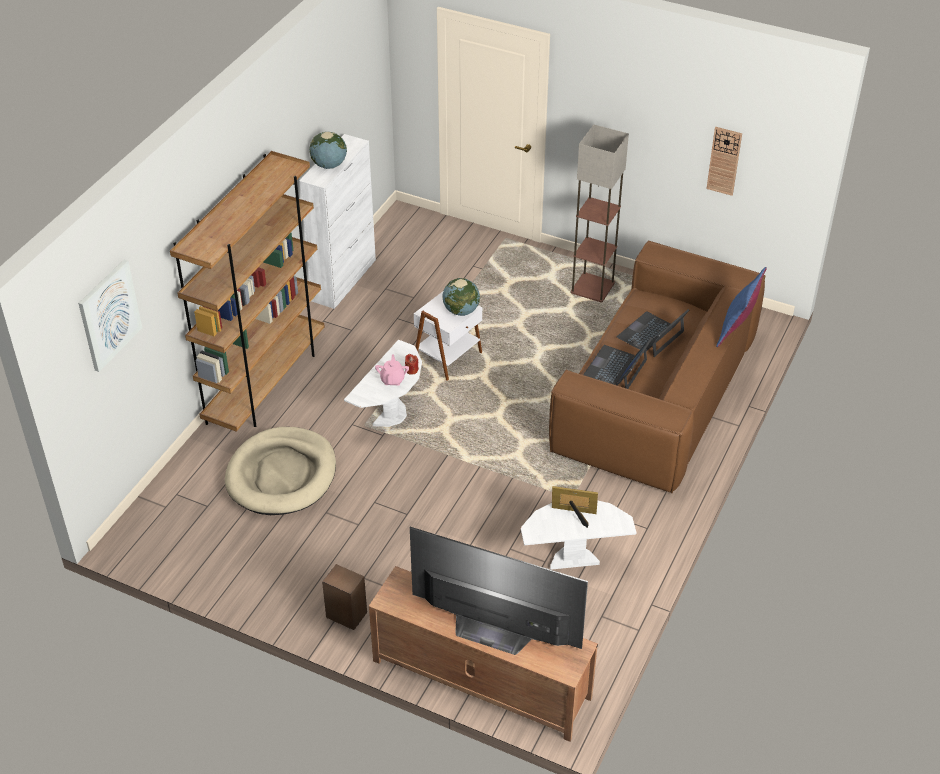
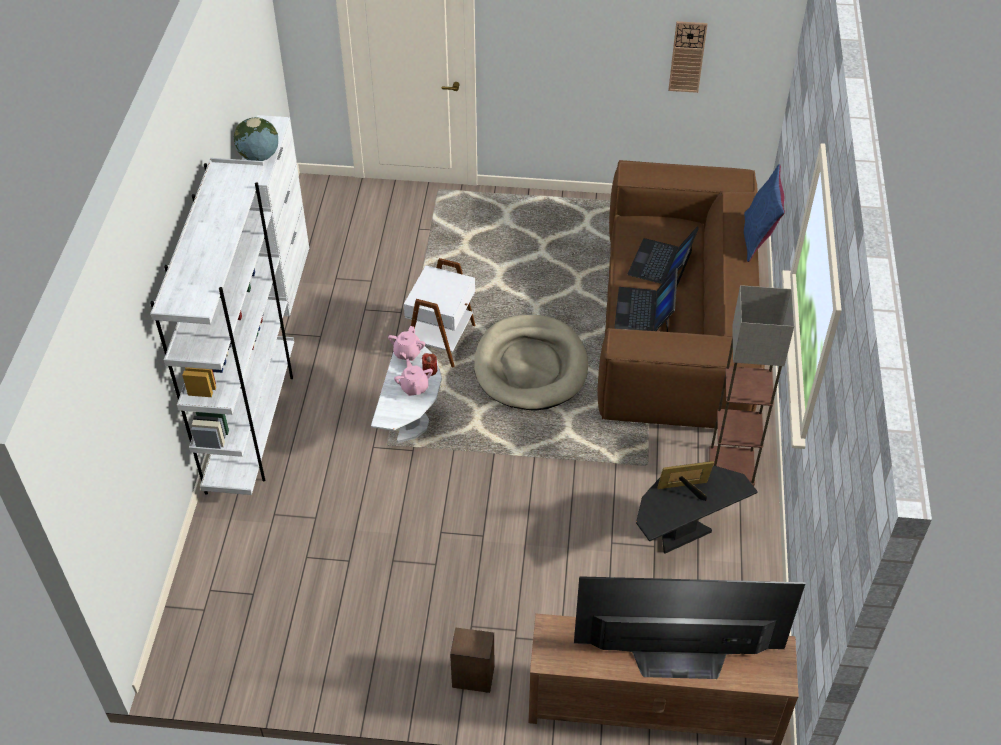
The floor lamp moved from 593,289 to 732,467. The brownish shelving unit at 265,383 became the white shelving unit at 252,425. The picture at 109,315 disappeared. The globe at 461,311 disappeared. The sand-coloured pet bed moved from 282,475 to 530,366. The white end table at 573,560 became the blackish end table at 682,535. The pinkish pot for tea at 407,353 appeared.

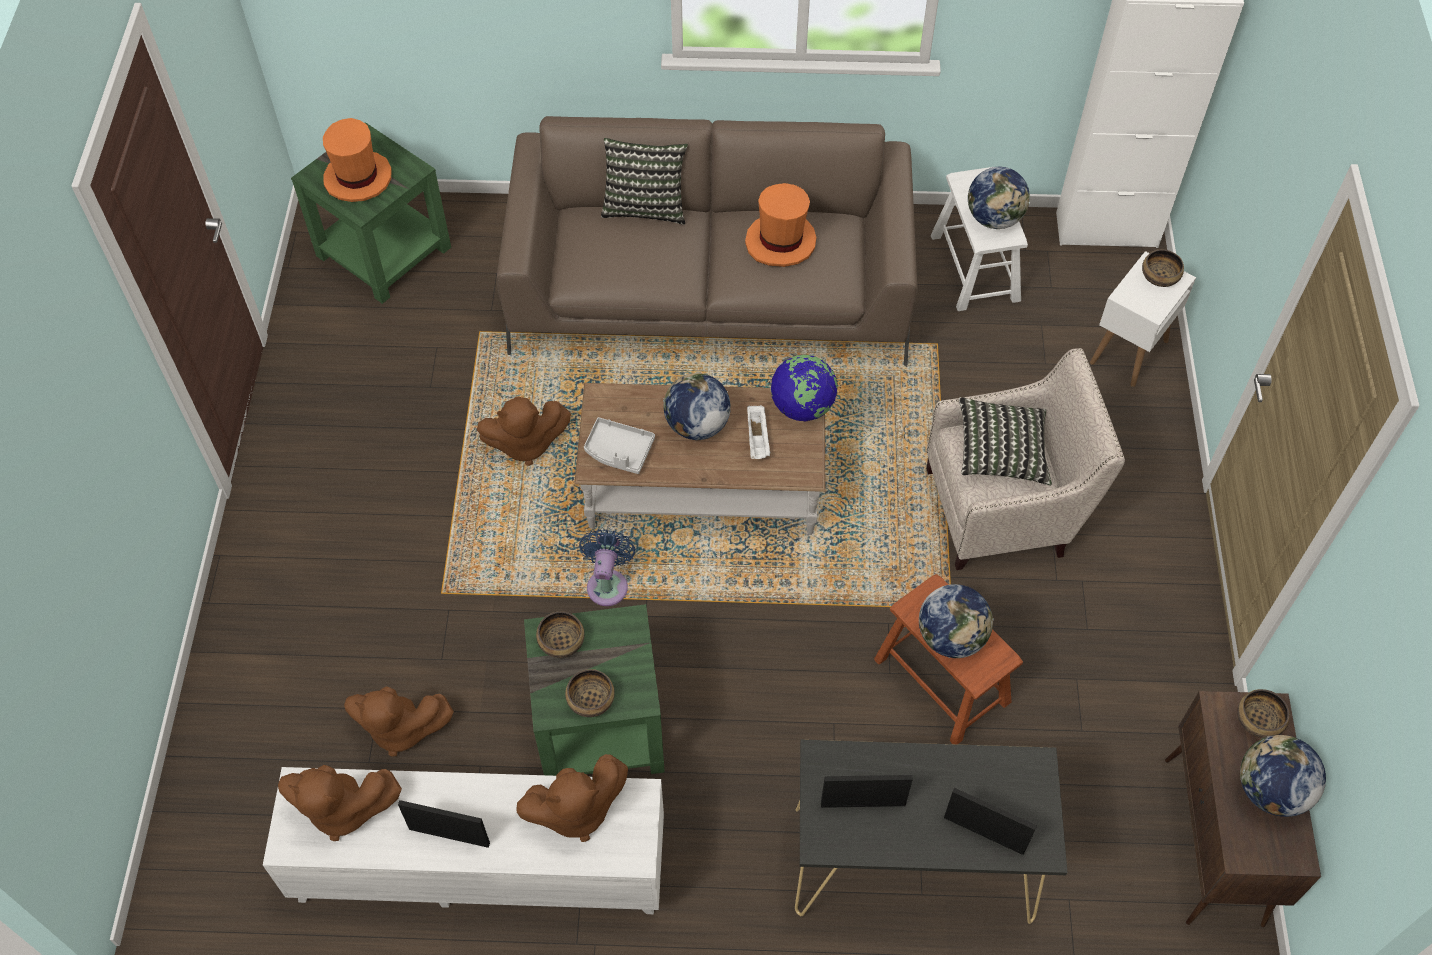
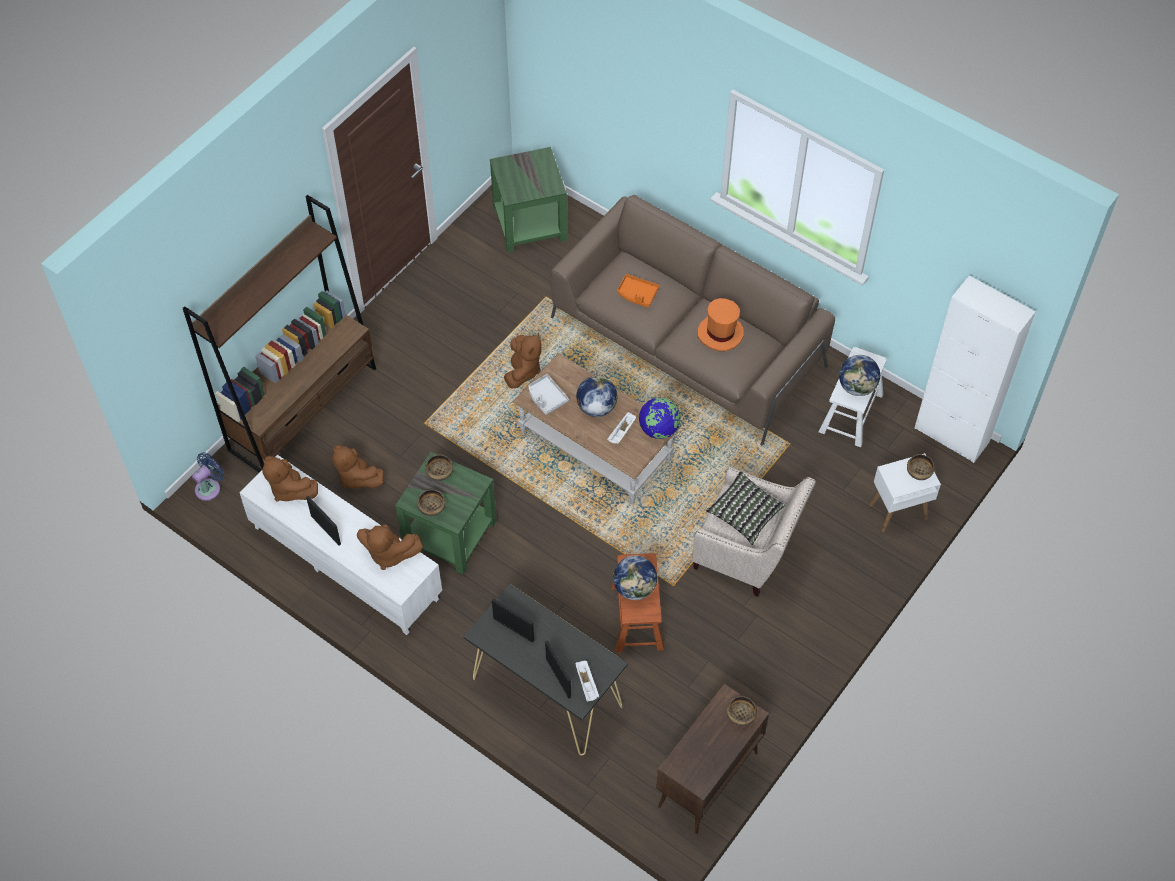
The orange wearable hat at 358,178 disappeared. The throw pillow at 645,206 disappeared. The brownish cuddly toy at 525,444 turned 105 degrees counterclockwise. The bluish cooling fan moved from 608,583 to 210,487. The globe at 1270,791 disappeared. The brownish shelving unit at 303,408 appeared. The orange tray at 637,294 appeared. The white tray at 587,684 appeared.

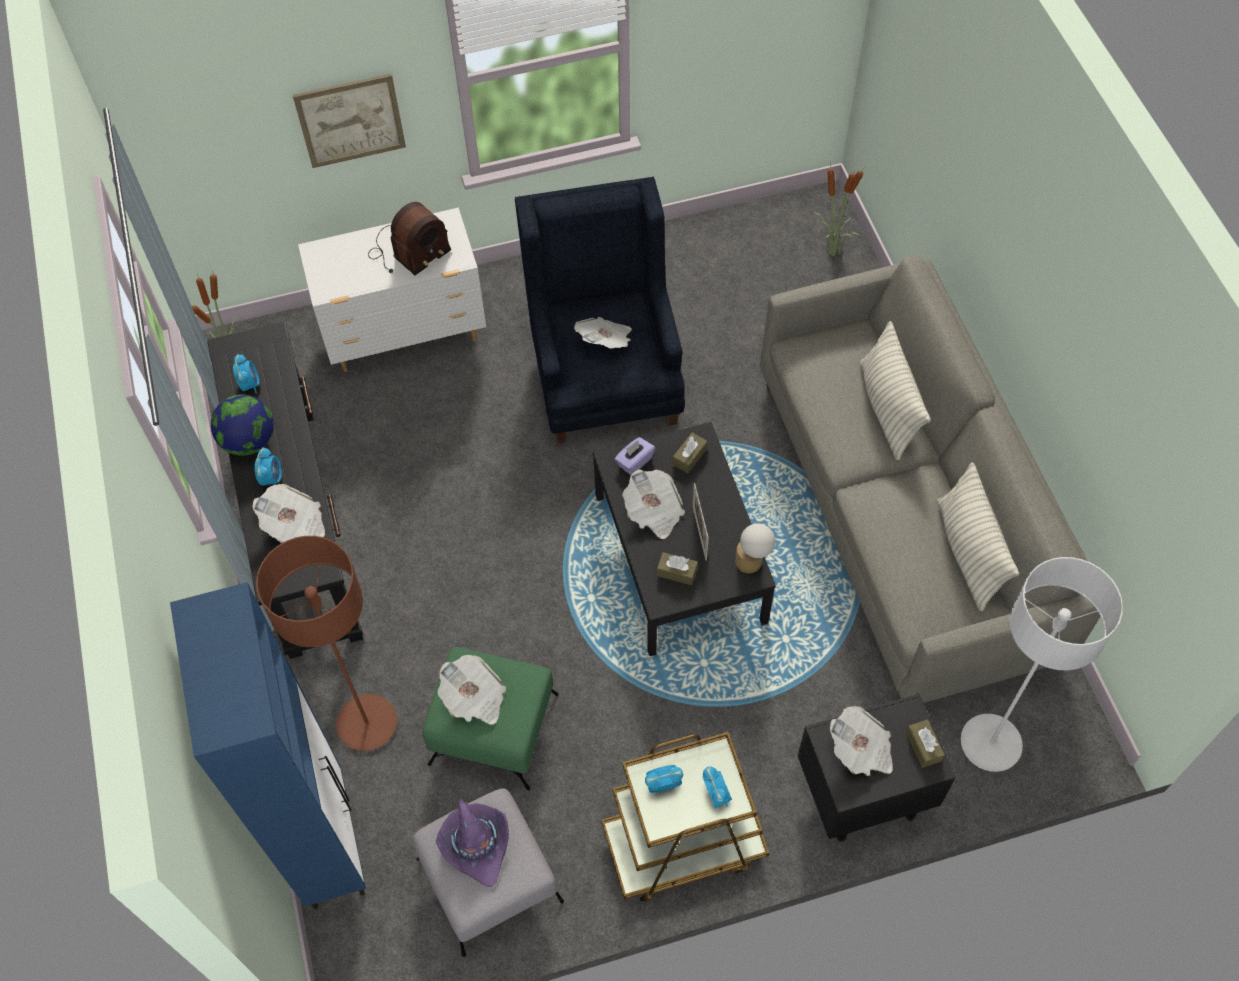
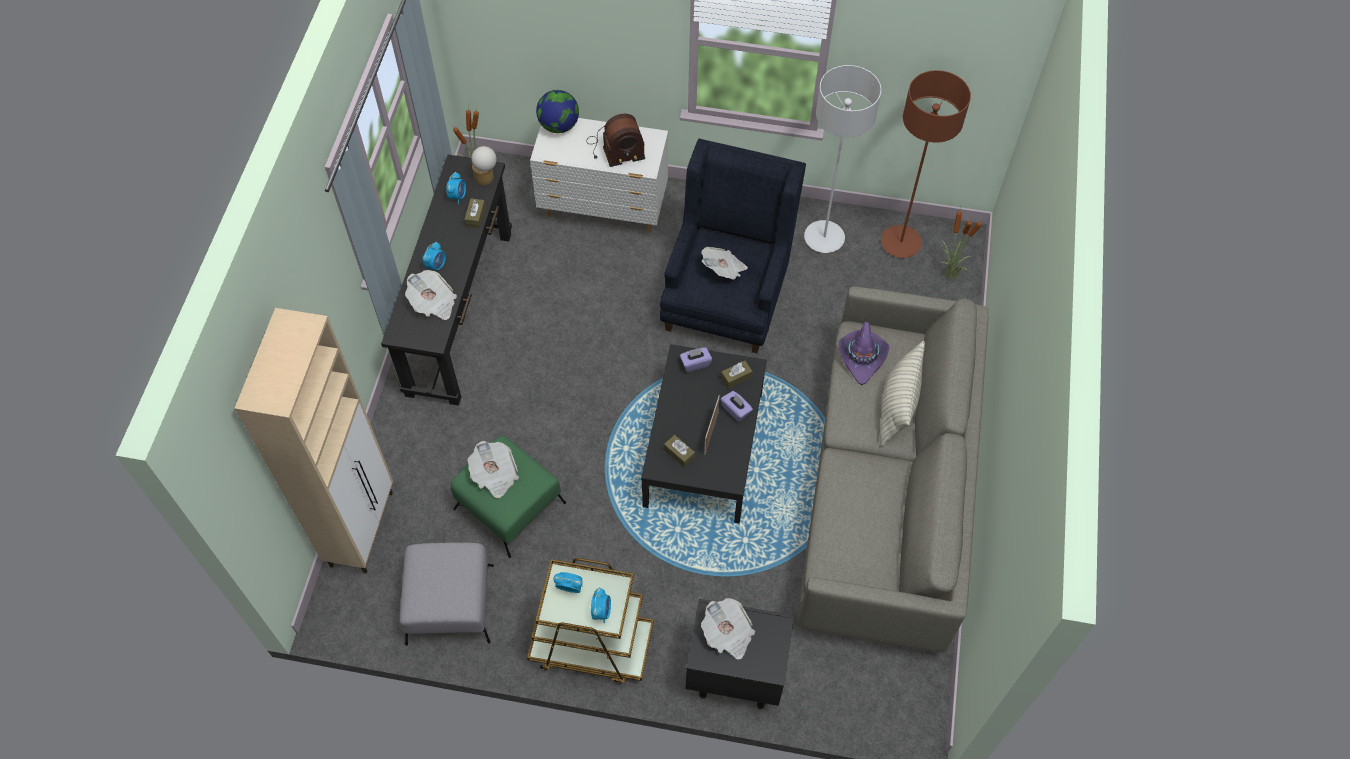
The picture at 350,120 disappeared. The globe moved from 249,441 to 559,126. The throw pillow at 968,553 disappeared. The printed paper at 653,512 disappeared. The tabletop lamp moved from 753,562 to 486,179. The brownish floor lamp moved from 367,723 to 900,243. The greyish floor lamp moved from 990,743 to 824,238. The bluish cupboard at 328,841 became the sand-coloured cupboard at 362,528. The brownish tissue holder moved from 923,746 to 475,216. The purple-coloured wearable hat moved from 476,844 to 862,357. The purple-coloured tissue holder at 736,410 appeared.

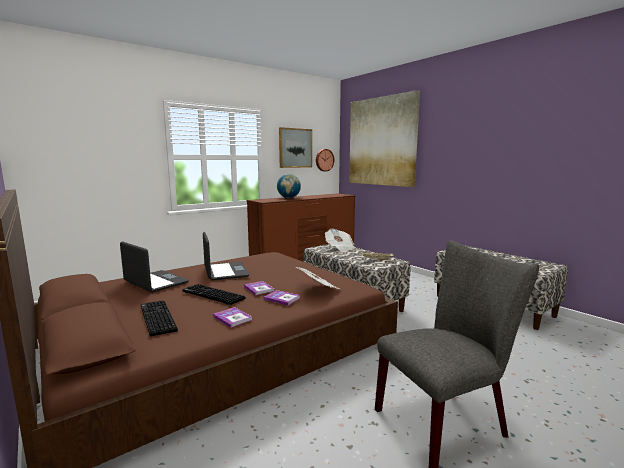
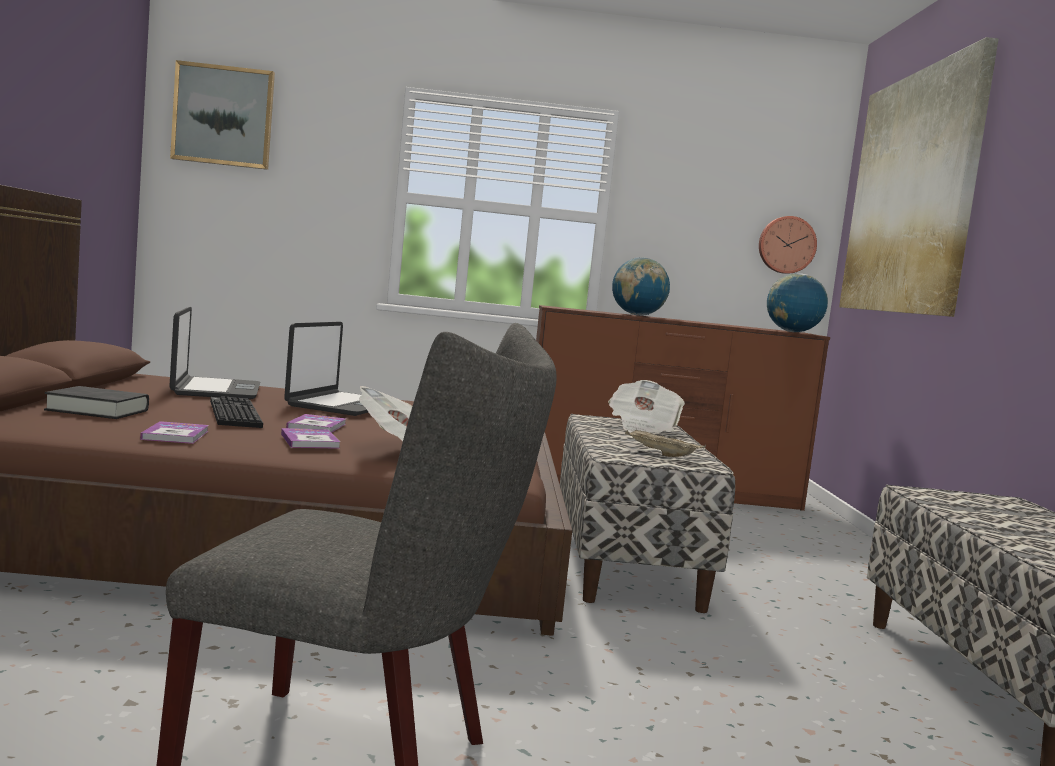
The picture moved from 295,148 to 223,116. The keyboard at 156,318 was replaced by the blackish volume at 97,410. The globe at 792,332 appeared.

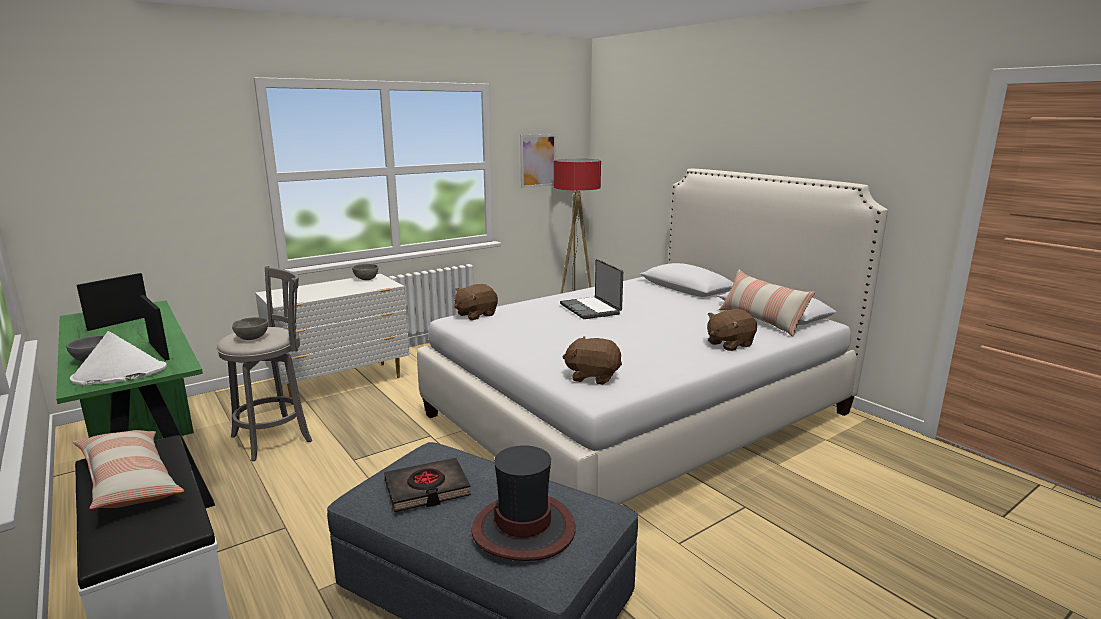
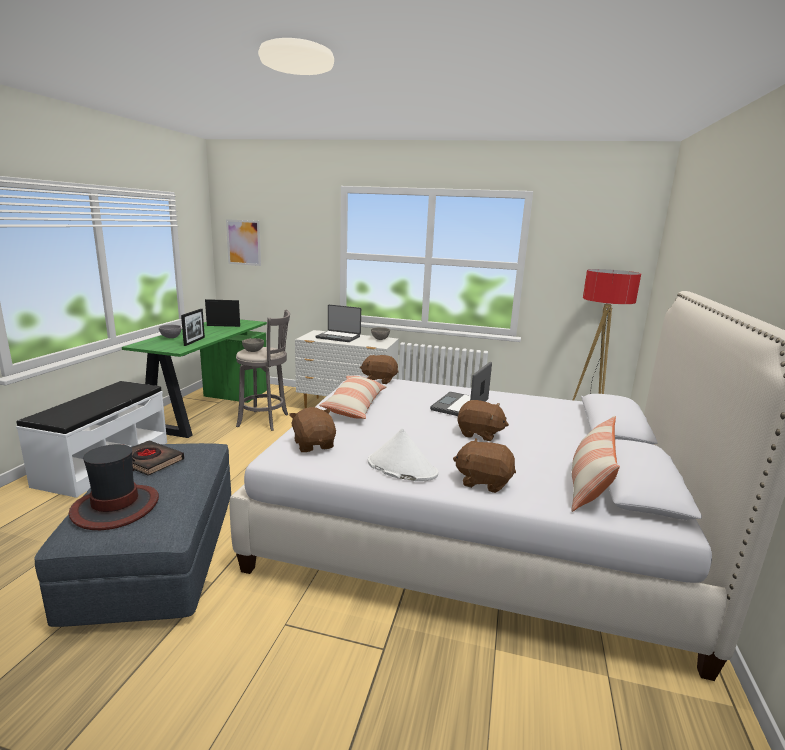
The picture moved from 538,160 to 243,242. The white wearable hat moved from 119,374 to 401,468. The throw pillow moved from 130,481 to 355,406. The laptop at 338,337 appeared. The brownish cuddly toy at 479,434 appeared.

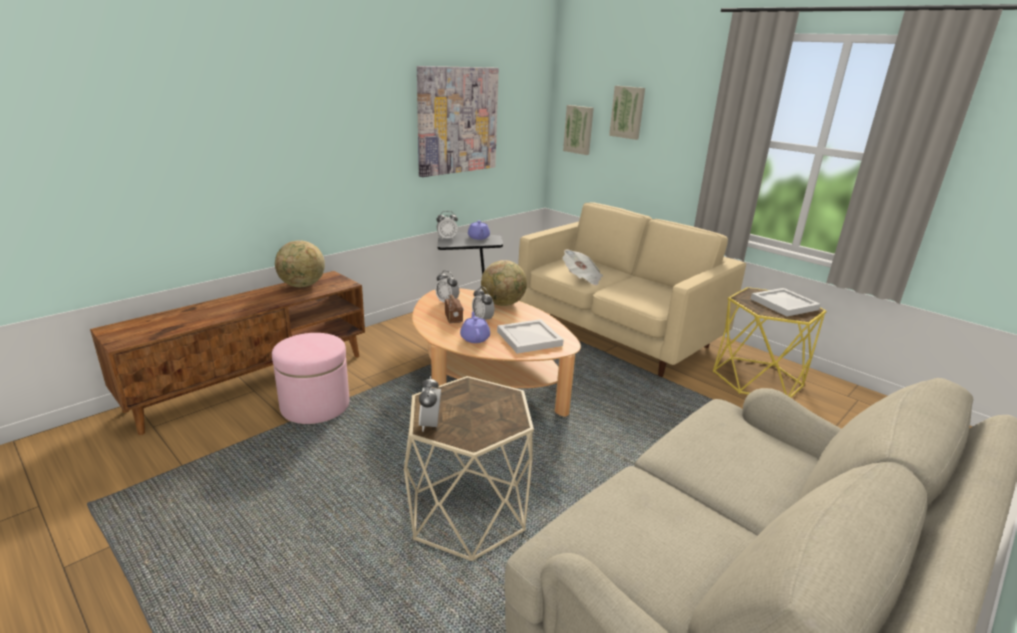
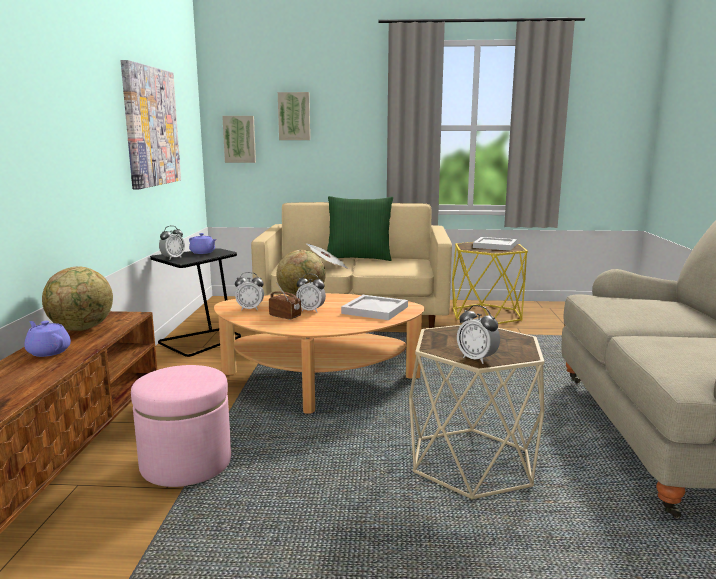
The purple-coloured pot for tea moved from 475,338 to 48,351. The greenish throw pillow at 359,258 appeared.

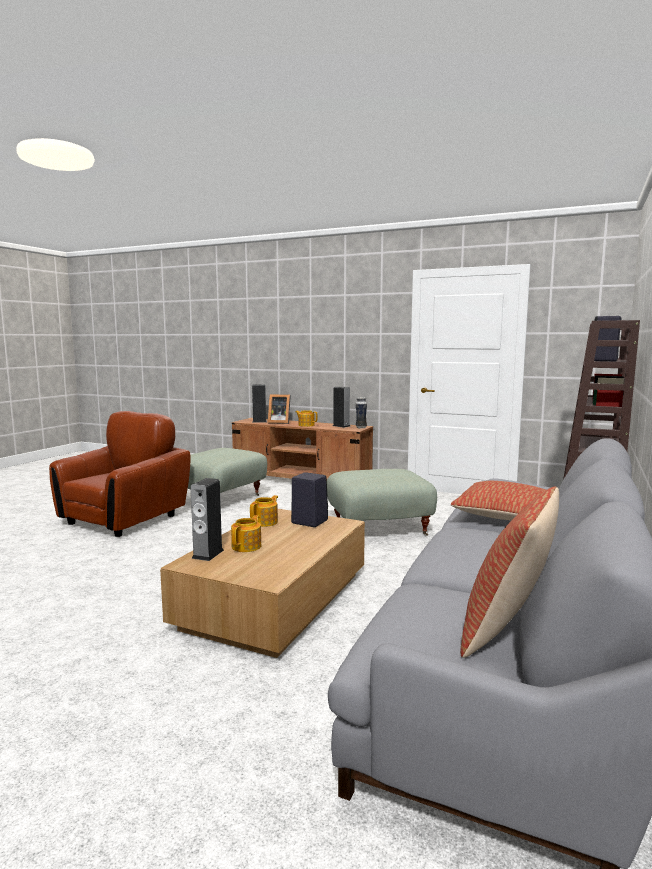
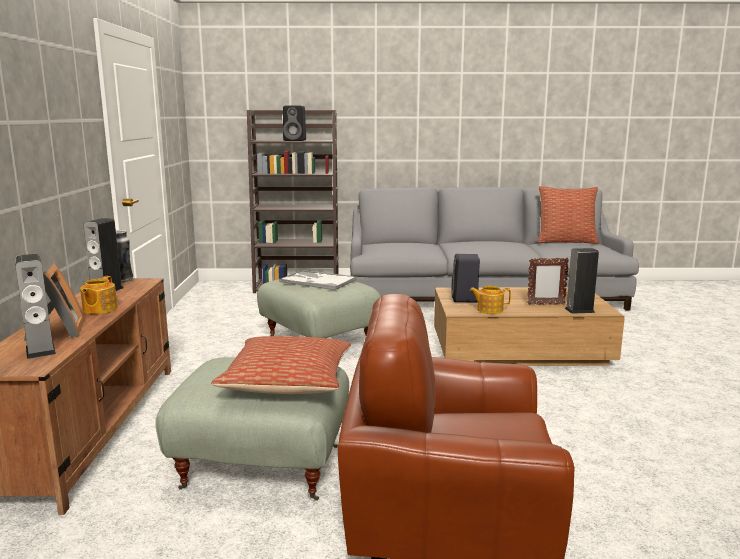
The throw pillow moved from 505,515 to 288,382. The pot for tea at 247,546 was replaced by the photo frame at 545,304. The tray at 317,281 appeared.

